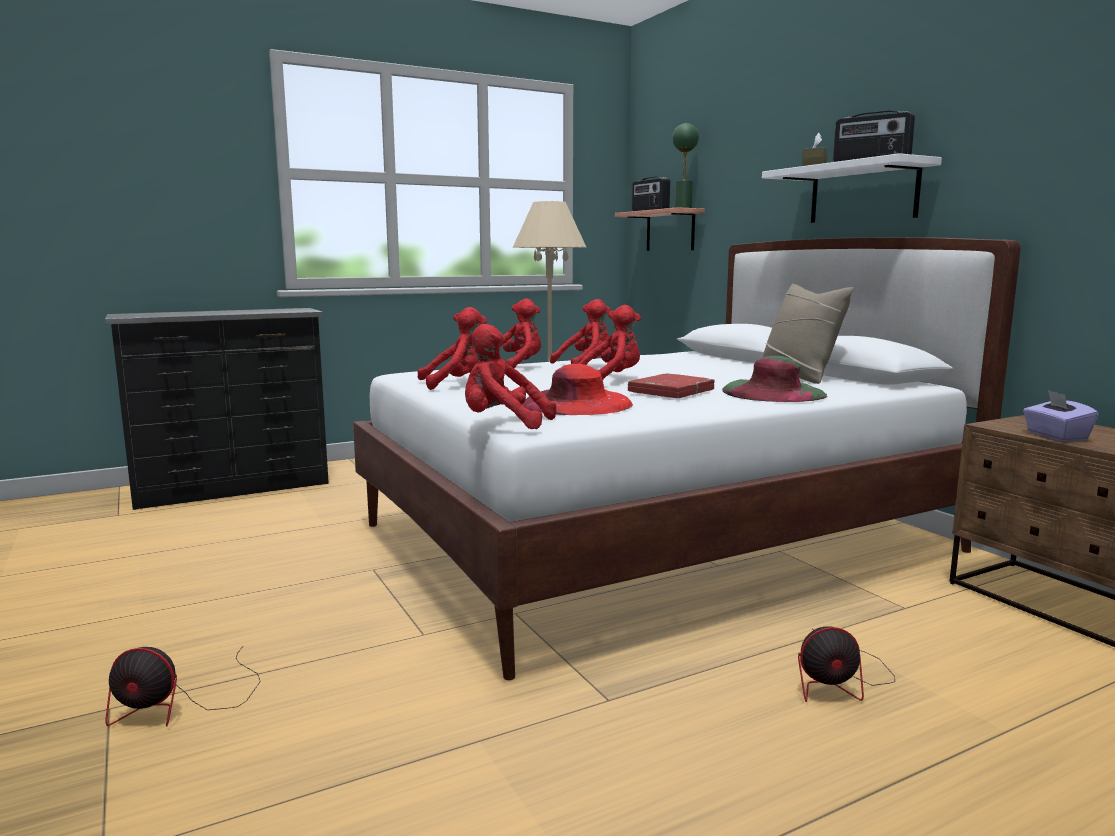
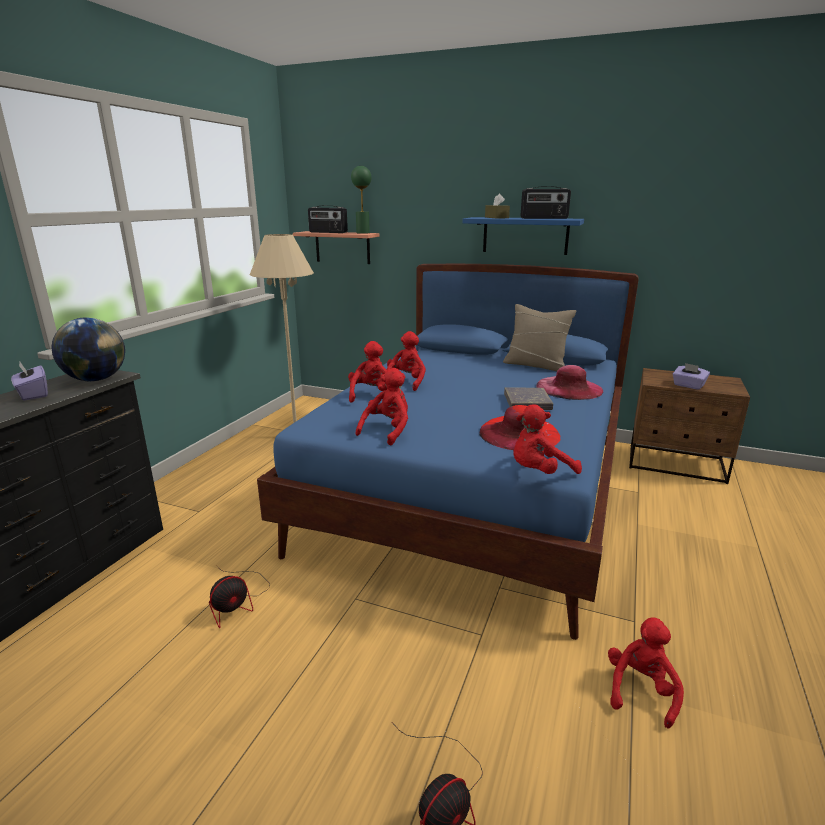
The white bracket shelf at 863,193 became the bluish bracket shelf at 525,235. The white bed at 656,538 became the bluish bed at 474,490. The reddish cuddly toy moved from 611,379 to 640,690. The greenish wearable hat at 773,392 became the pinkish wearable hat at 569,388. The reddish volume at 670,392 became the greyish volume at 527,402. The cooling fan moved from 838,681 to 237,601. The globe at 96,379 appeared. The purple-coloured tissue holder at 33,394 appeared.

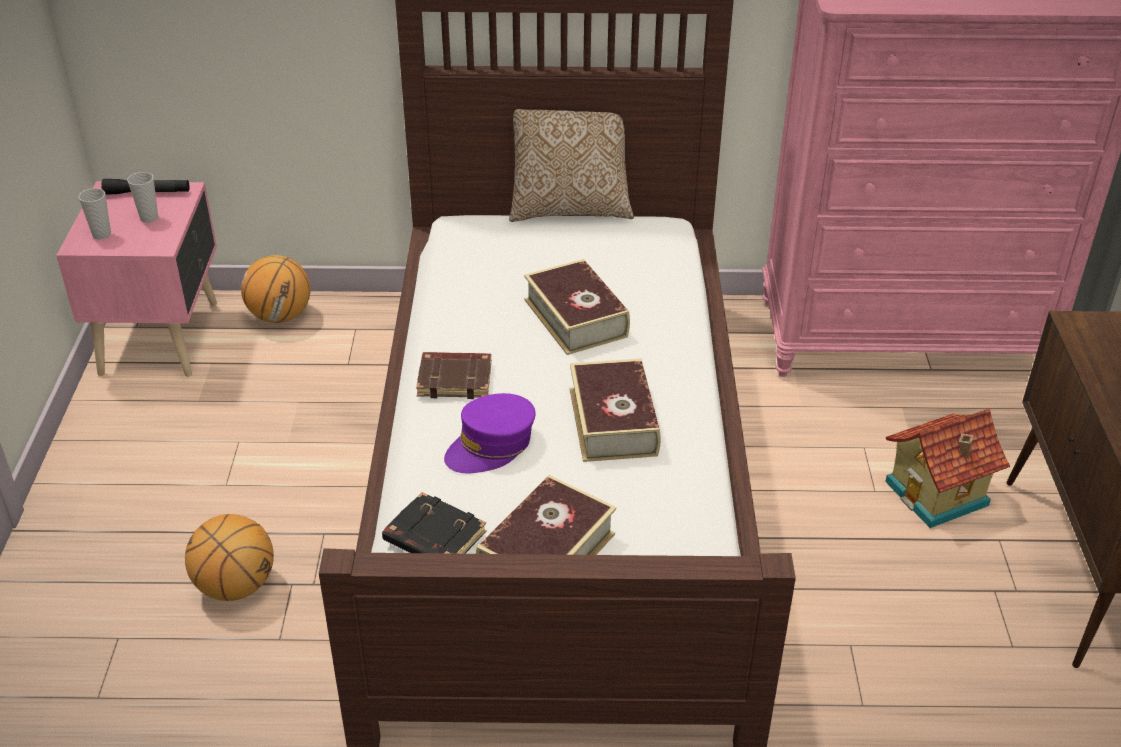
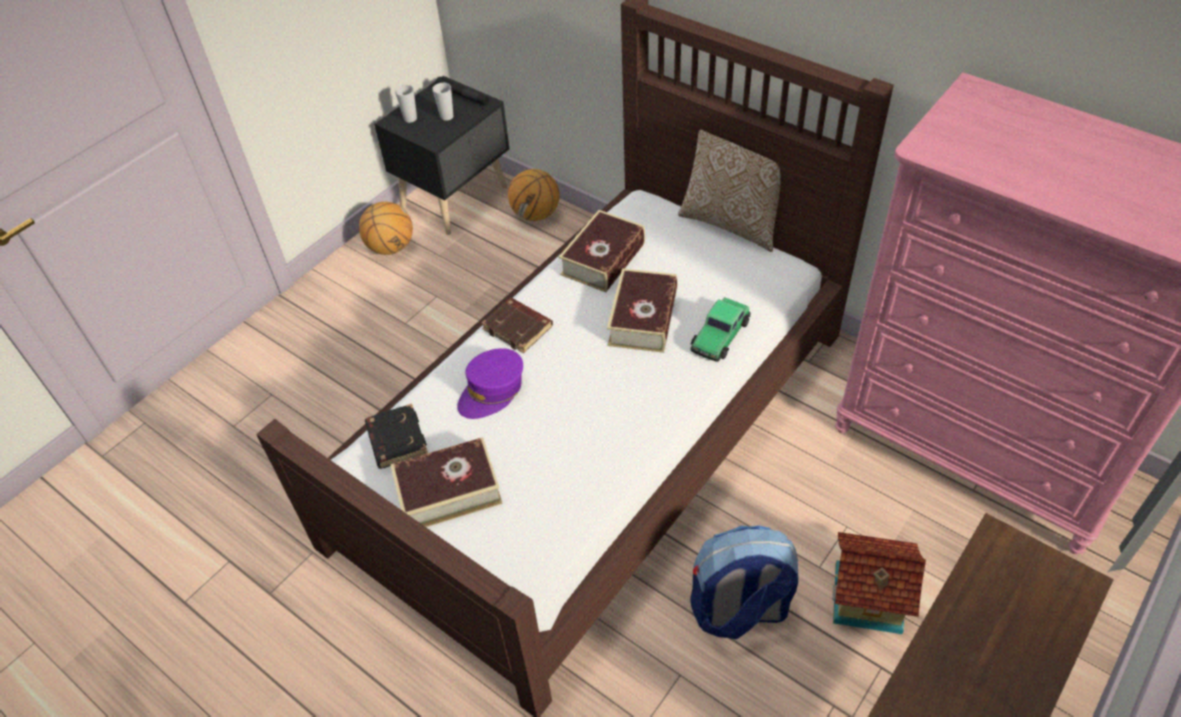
The pinkish bedside table at 163,337 became the blackish bedside table at 457,199. The volume moved from 613,421 to 603,259. The purple-coloured cap at 491,446 turned 45 degrees counterclockwise. The basketball ball moved from 235,586 to 390,247. The toy car at 720,335 appeared. The rucksack at 738,610 appeared.

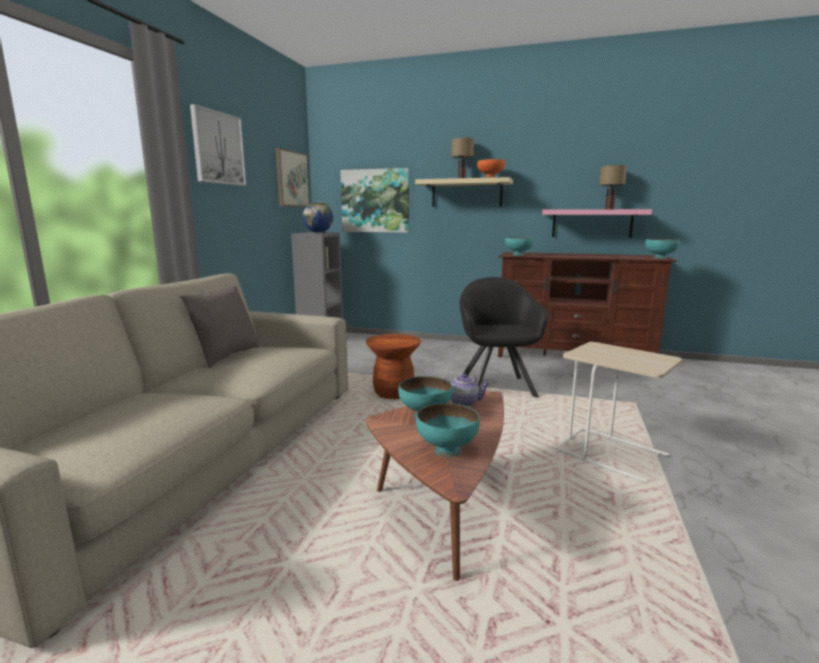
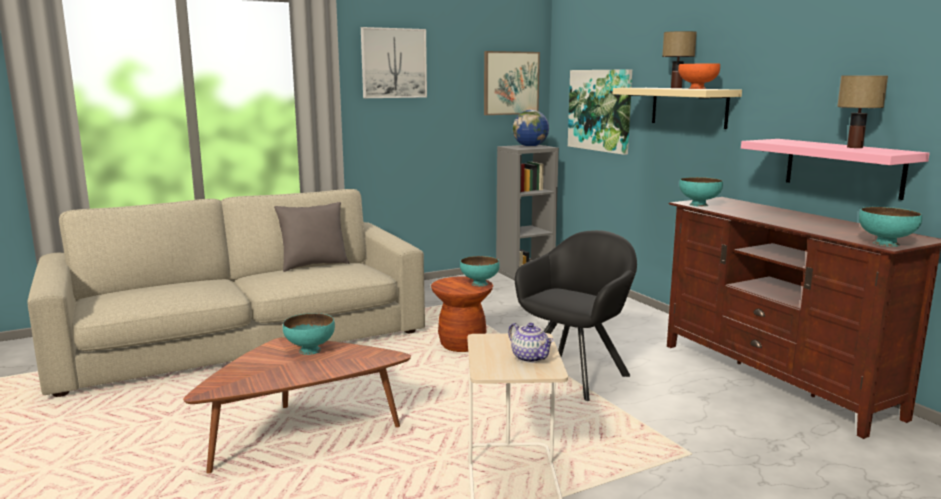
The pot for tea moved from 463,402 to 531,358. The blue-green bowl moved from 447,450 to 480,283.

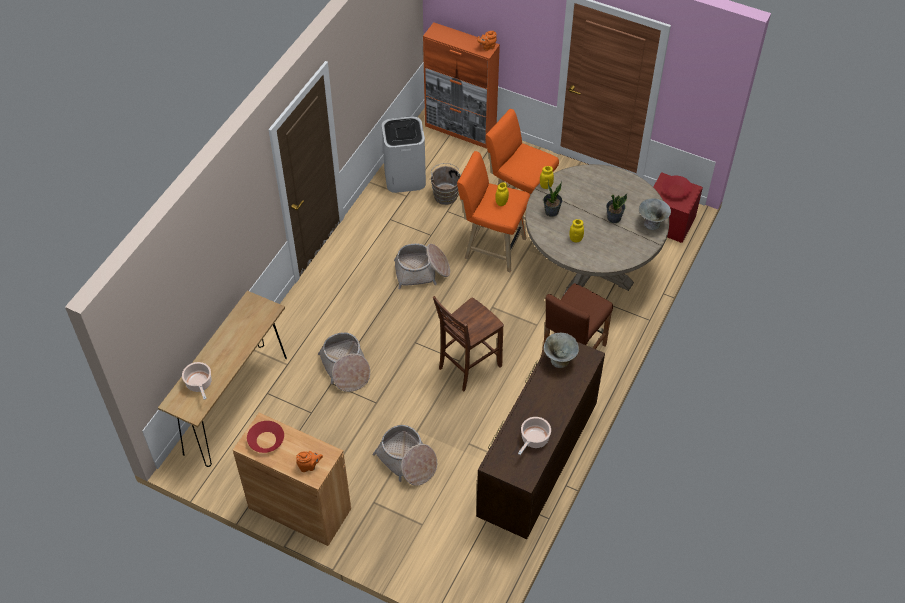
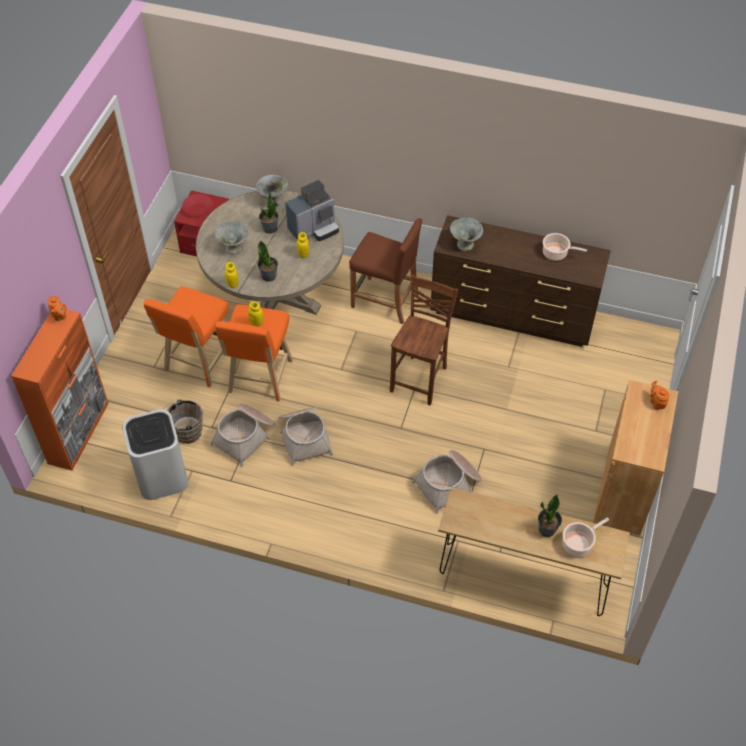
The brownish chair at 468,367 turned 105 degrees counterclockwise. The reddish bowl at 266,440 disappeared. The basket moved from 407,461 to 245,436. The coffee brewer at 314,229 appeared. The greyish bowl at 234,248 appeared. The potted plant at 547,529 appeared.

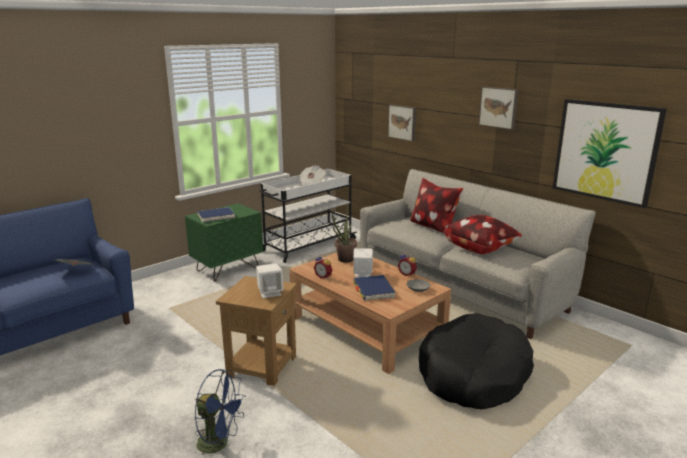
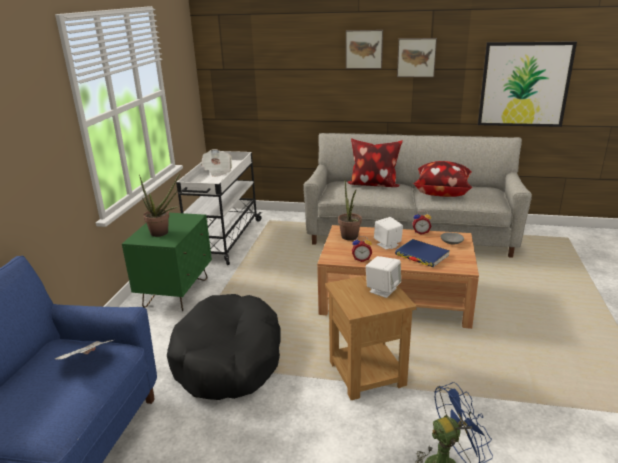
The picture moved from 402,122 to 364,49. The bluish volume at 216,216 was replaced by the potted plant at 163,233. The blackish pet bed moved from 473,375 to 228,359.

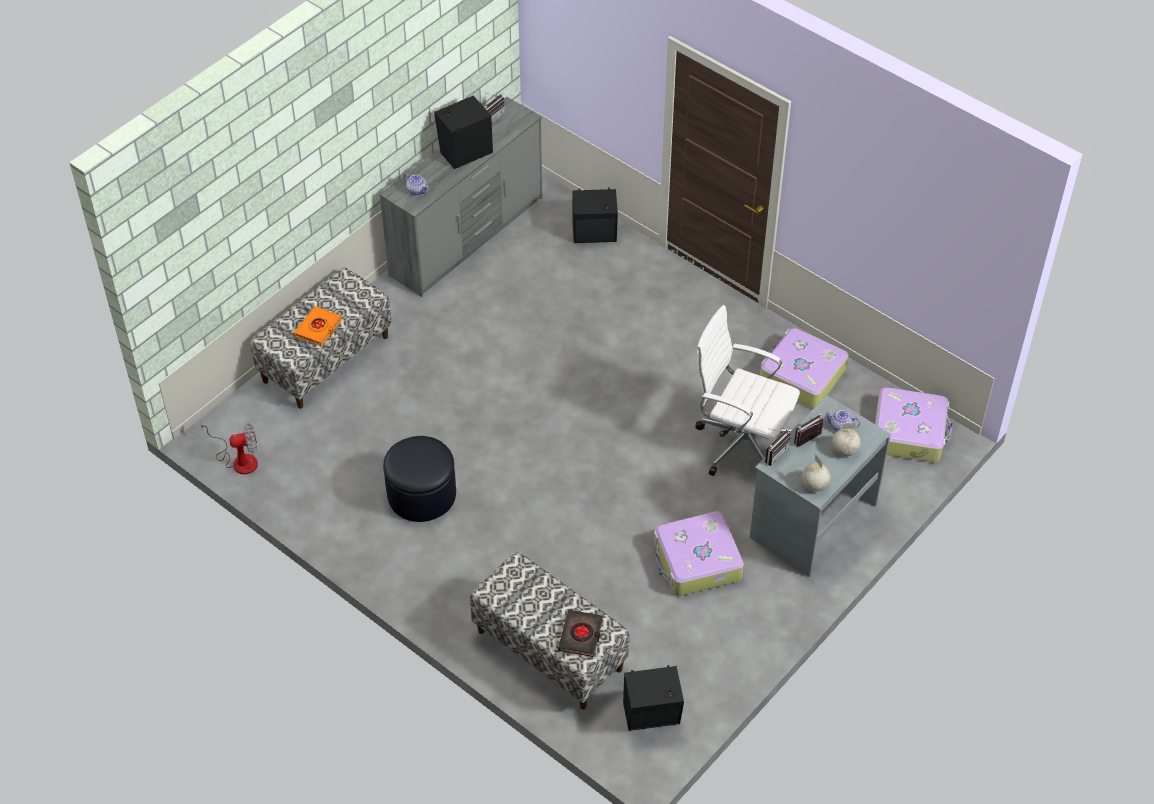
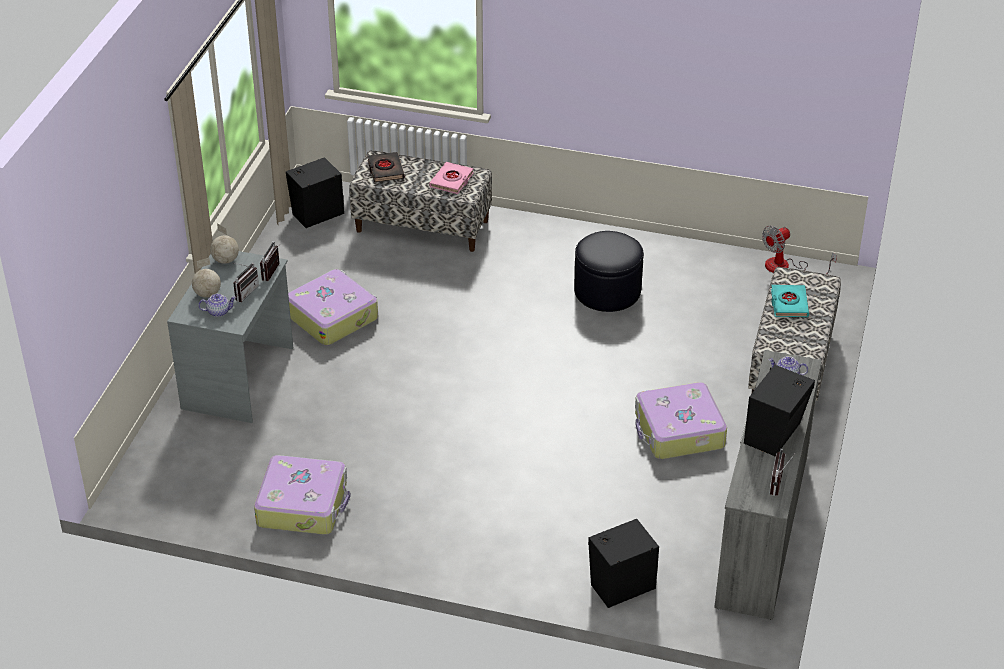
The white office chair at 741,443 disappeared. The orange volume at 318,328 became the blue-green volume at 789,304. The travel case moved from 909,432 to 678,431. The pinkish volume at 452,181 appeared.

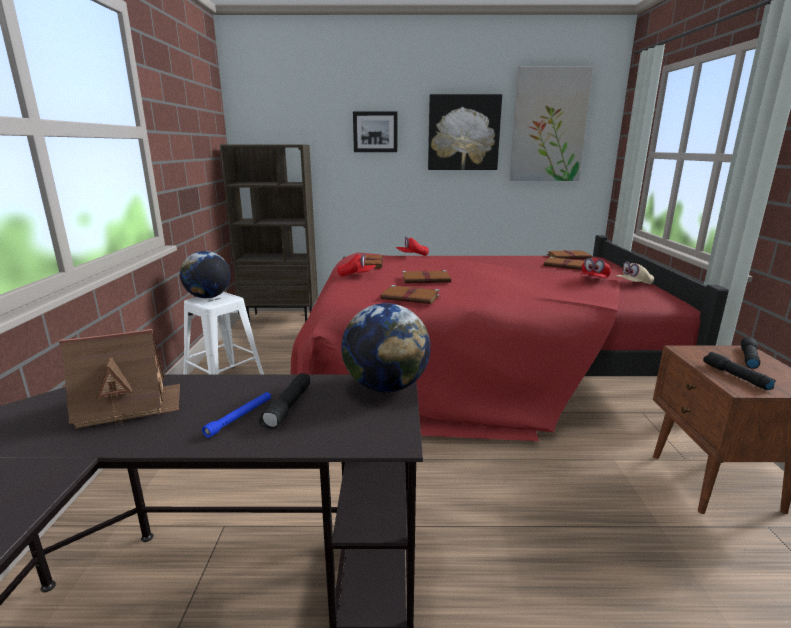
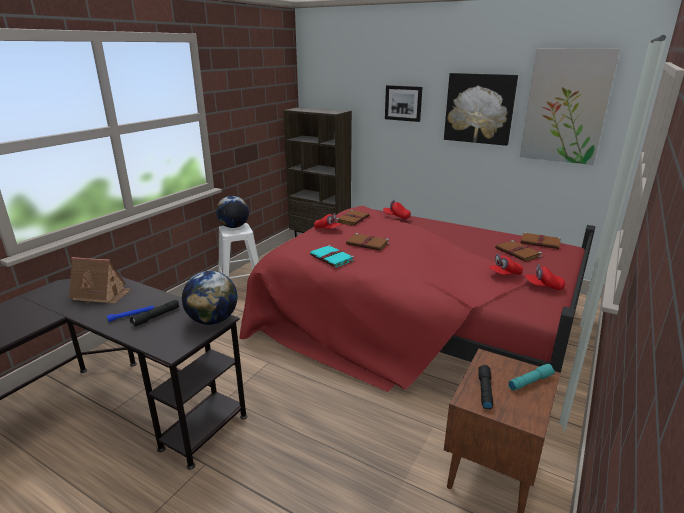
The sand-coloured cap at 633,284 became the reddish cap at 543,286. The brownish volume at 411,297 became the blue-green volume at 332,258. The blackish hand torch at 748,358 became the blue-green hand torch at 530,381.

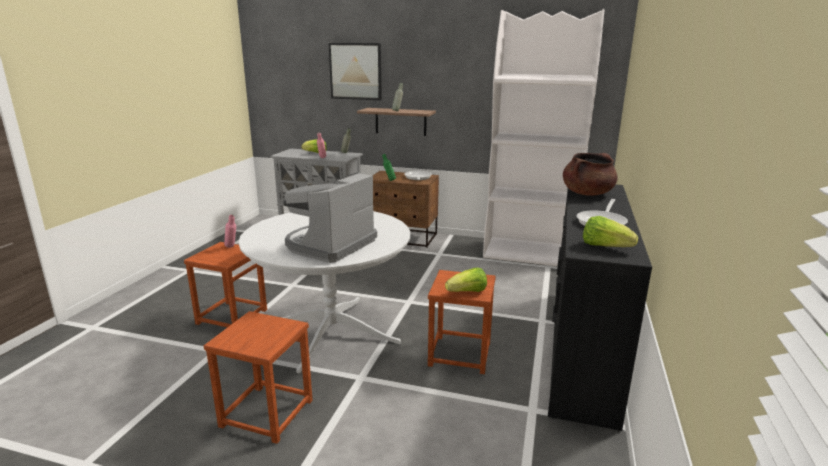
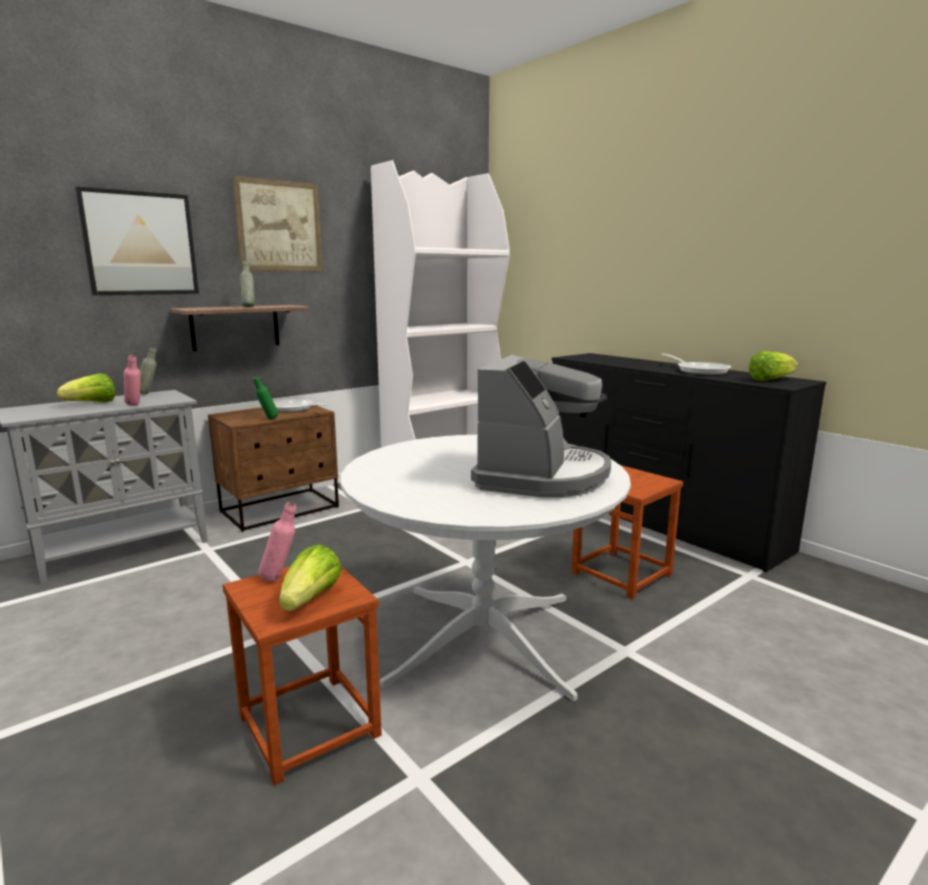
The brownish saucepot at 587,193 disappeared. The coffee brewer at 329,245 turned 135 degrees counterclockwise. The lettuce moved from 467,292 to 311,599. The brownish sitting stool at 266,414 disappeared. The picture at 279,226 appeared.

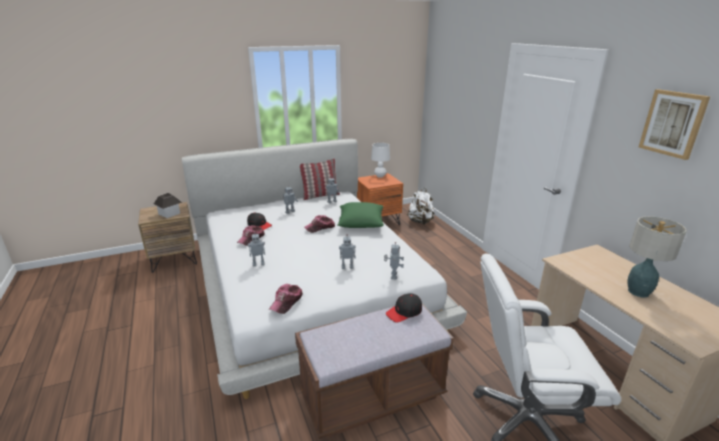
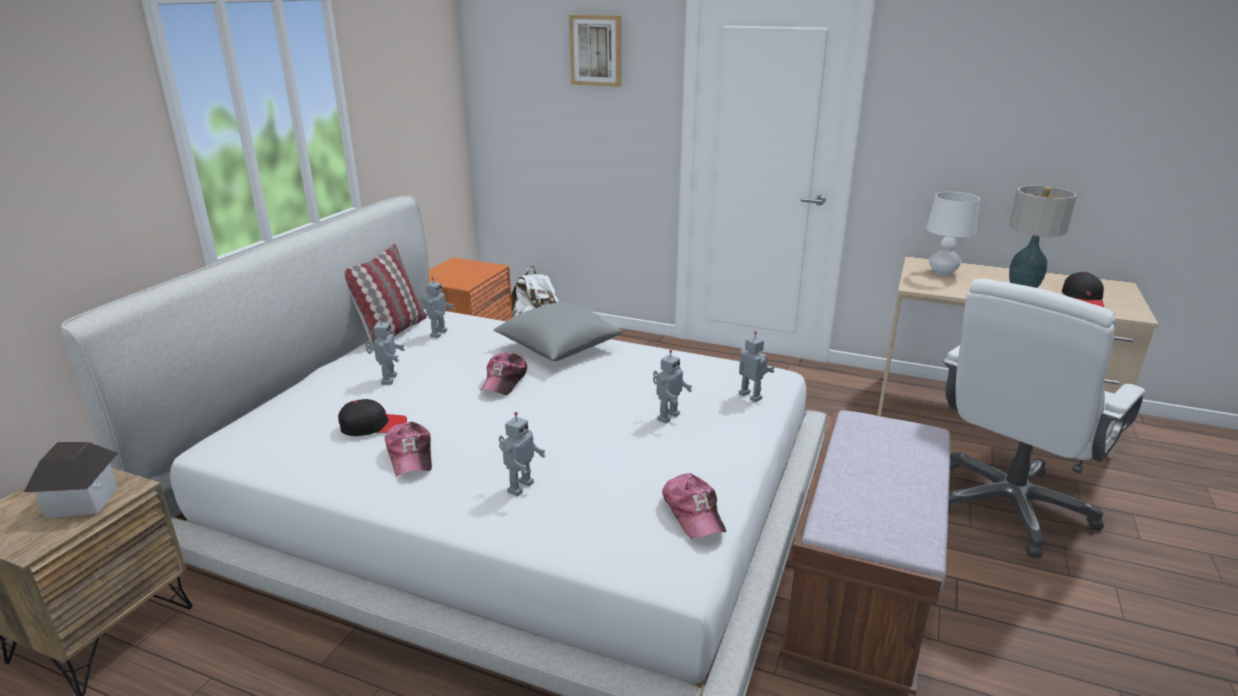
The picture moved from 673,123 to 596,50. The white tabletop lamp moved from 380,176 to 942,272. The greenish throw pillow at 360,224 became the greyish throw pillow at 558,349. The blackish cap moved from 404,312 to 1083,299.

